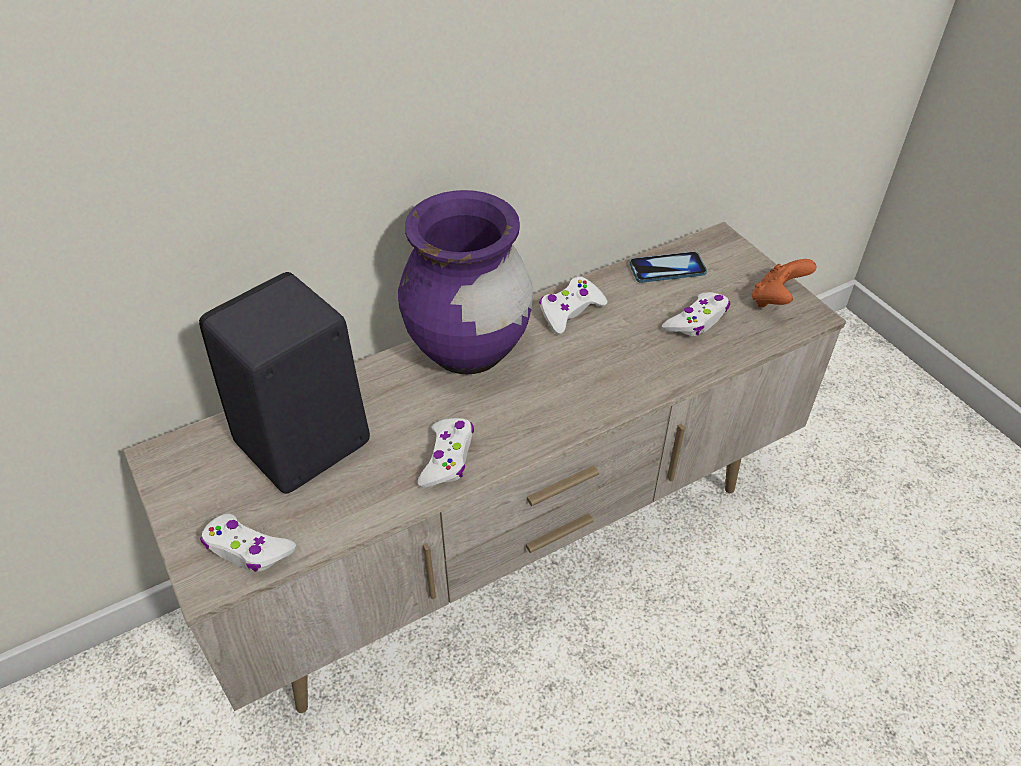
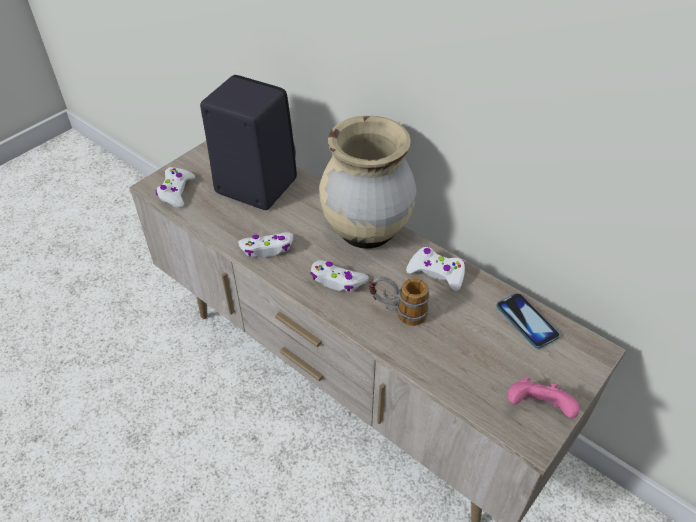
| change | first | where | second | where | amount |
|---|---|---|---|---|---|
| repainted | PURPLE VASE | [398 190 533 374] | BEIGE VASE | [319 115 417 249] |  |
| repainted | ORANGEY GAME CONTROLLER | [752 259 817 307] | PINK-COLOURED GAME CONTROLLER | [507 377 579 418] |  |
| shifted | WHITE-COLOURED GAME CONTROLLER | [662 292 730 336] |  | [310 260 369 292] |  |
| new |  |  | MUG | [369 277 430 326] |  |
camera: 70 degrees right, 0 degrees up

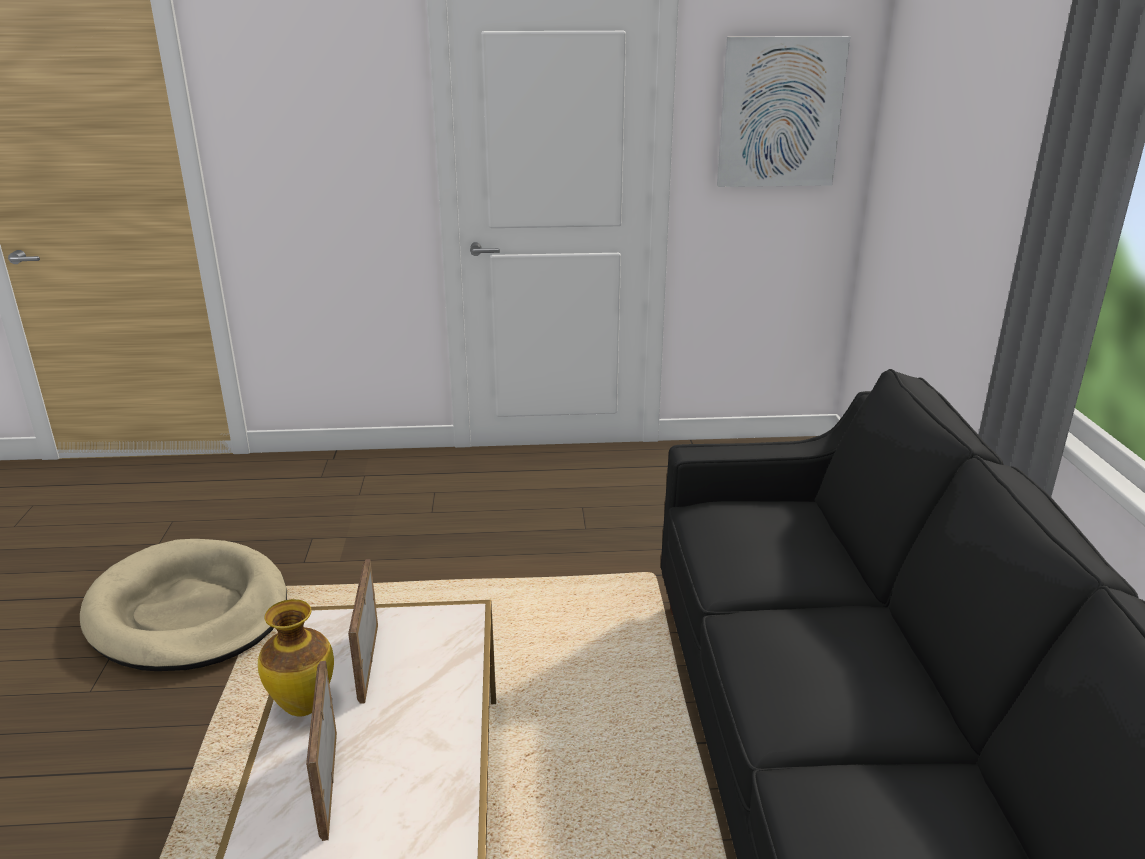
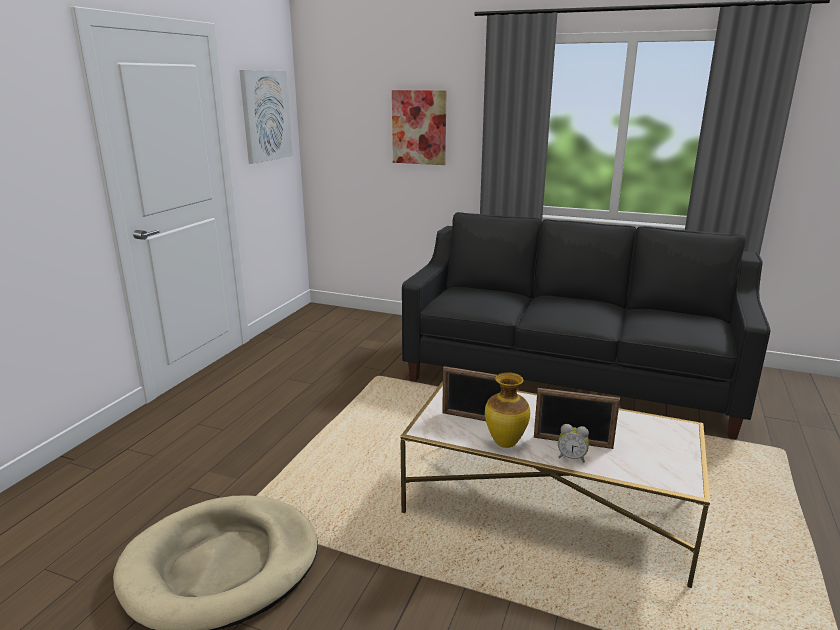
| change | first | where | second | where | amount |
|---|---|---|---|---|---|
| new |  |  | PICTURE | [392 90 447 165] |  |
| new |  |  | ALARM CLOCK | [558 424 589 463] |  |
camera: 65 degrees left, 5 degrees down

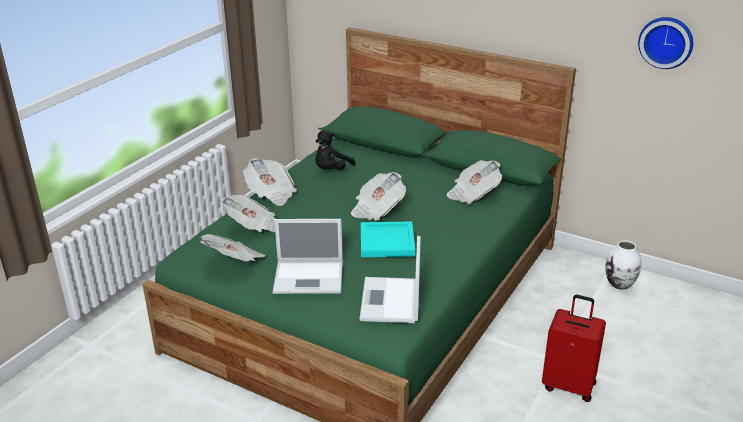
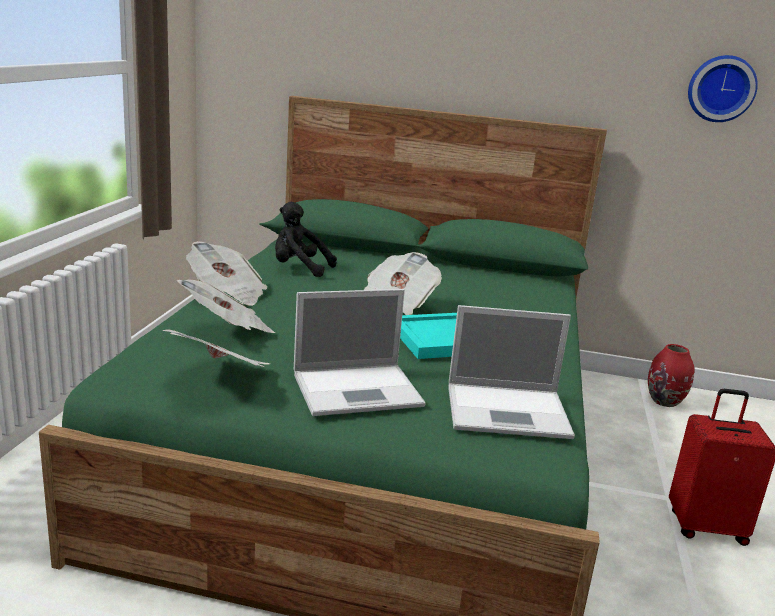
| change | first | where | second | where | amount |
|---|---|---|---|---|---|
| rotated | BLACK-COLOURED PLUSH TOY | [315 130 355 170] |  | [275 202 337 277] | 90 degrees clockwise |
| gone | PRINTED PAPER | [447 160 502 204] |  |  |  |
| rotated | PORTABLE COMPUTER | [359 236 421 323] |  | [448 305 575 439] | 75 degrees counterclockwise |
| repainted | WHITE-COLOURED VASE | [605 240 641 290] | RED VASE | [648 344 695 407] |  |
camera: 20 degrees left, 10 degrees down

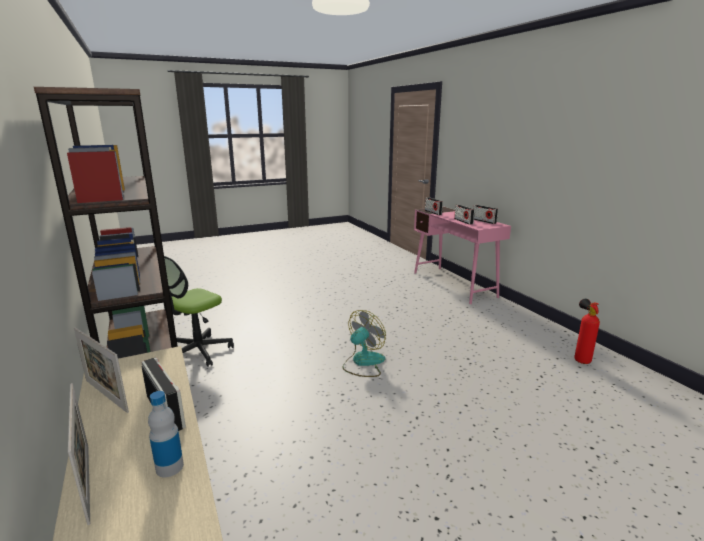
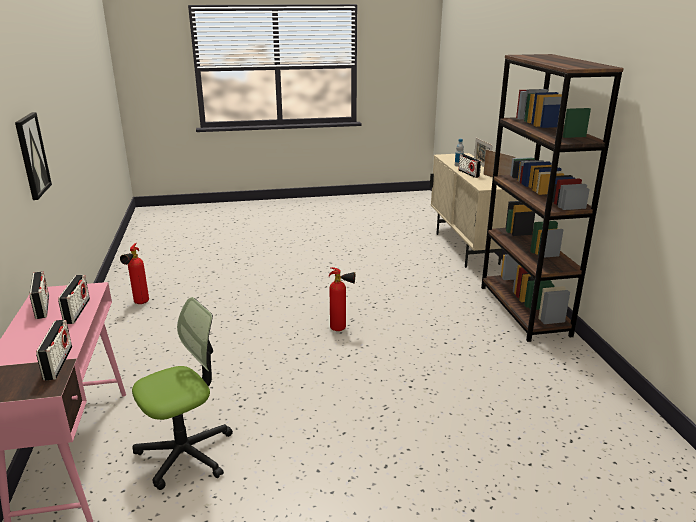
| change | first | where | second | where | amount |
|---|---|---|---|---|---|
| shifted | COMPUTER CHAIR | [164 256 234 367] |  | [132 297 233 490] |  |
| swapped | COOLING FAN | [342 310 386 377] | FIRE-FIGHTING CYLINDER | [329 267 355 331] |  |
| new |  |  | PICTURE | [15 112 52 200] |  |
camera: 165 degrees left, 5 degrees up

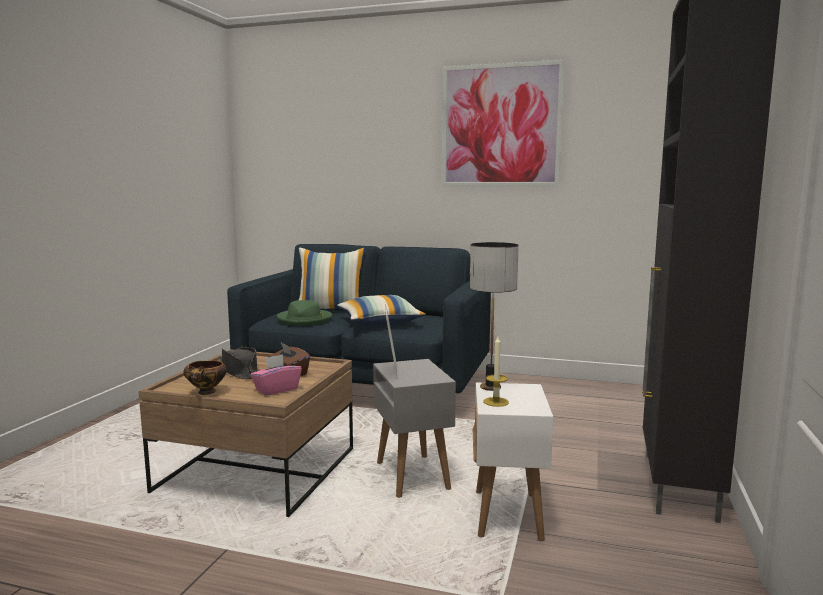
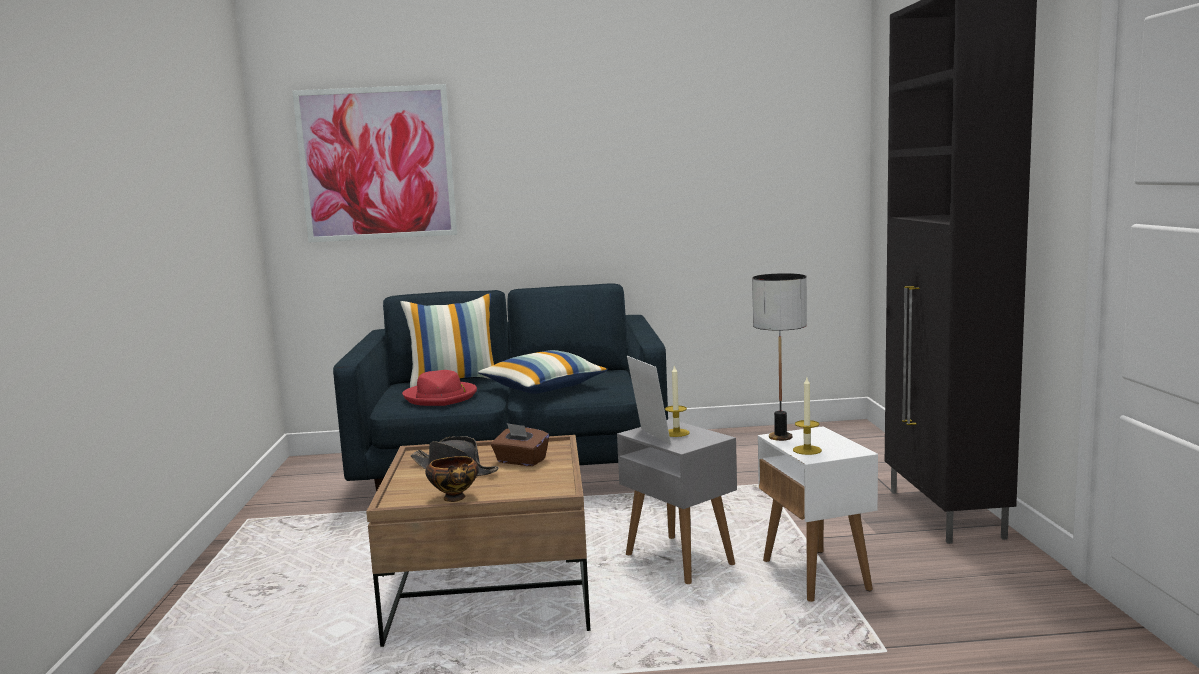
| change | first | where | second | where | amount |
|---|---|---|---|---|---|
| shifted | PICTURE | [442 60 565 186] |  | [292 84 457 242] |  |
| repainted | GREENISH WEARABLE HAT | [277 300 332 326] | RED WEARABLE HAT | [402 370 477 406] |  |
| gone | PINK-COLOURED TISSUE HOLDER | [251 354 302 396] |  |  |  |
| new |  |  | WAX LIGHT | [665 365 690 437] |  |
camera: 20 degrees left, 0 degrees up

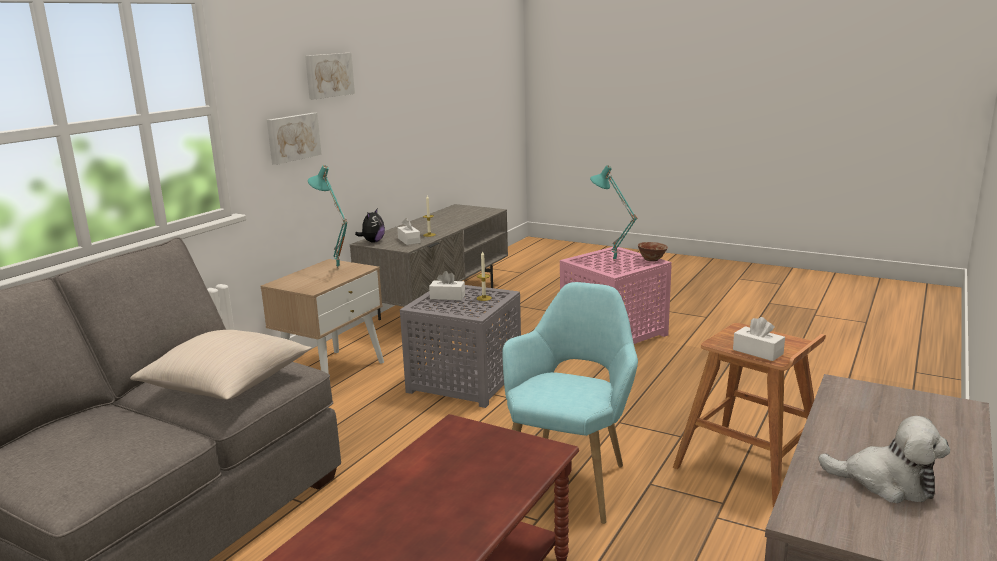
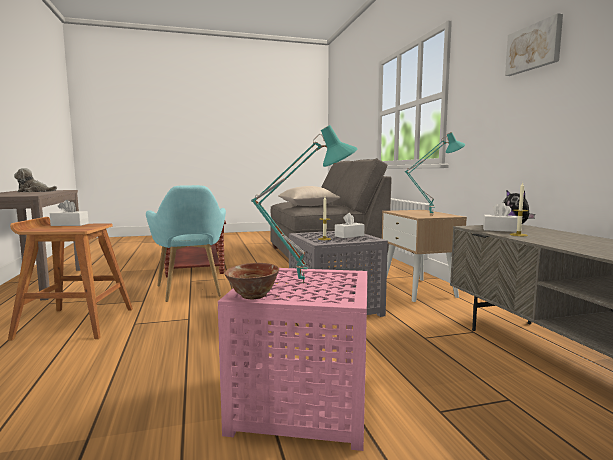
| change | first | where | second | where | amount |
|---|---|---|---|---|---|
| gone | PICTURE | [267 113 322 165] |  |  |  |
camera: 135 degrees right, 10 degrees down

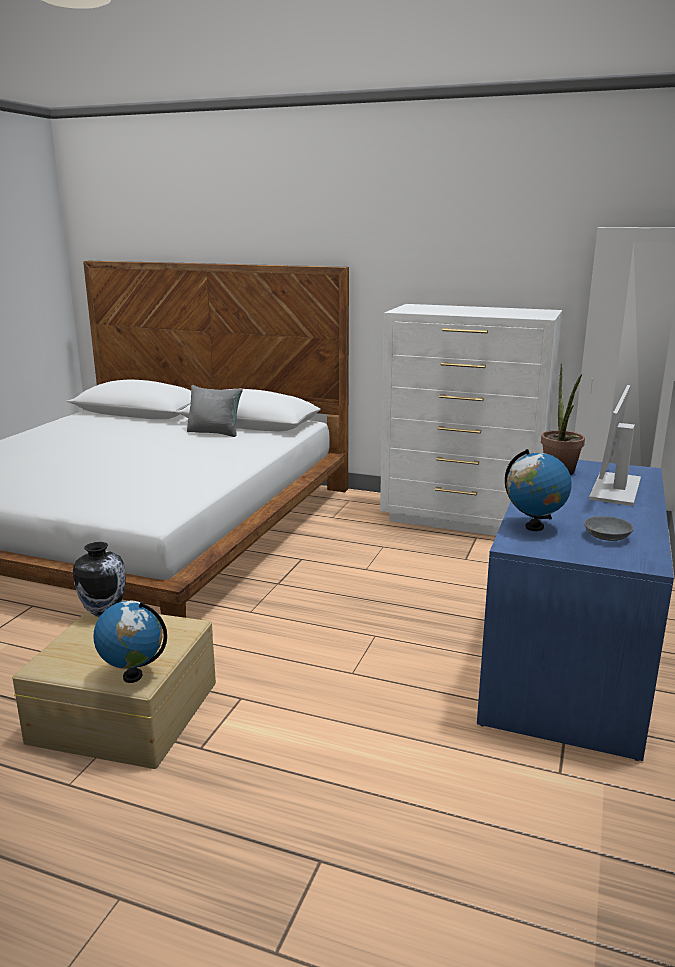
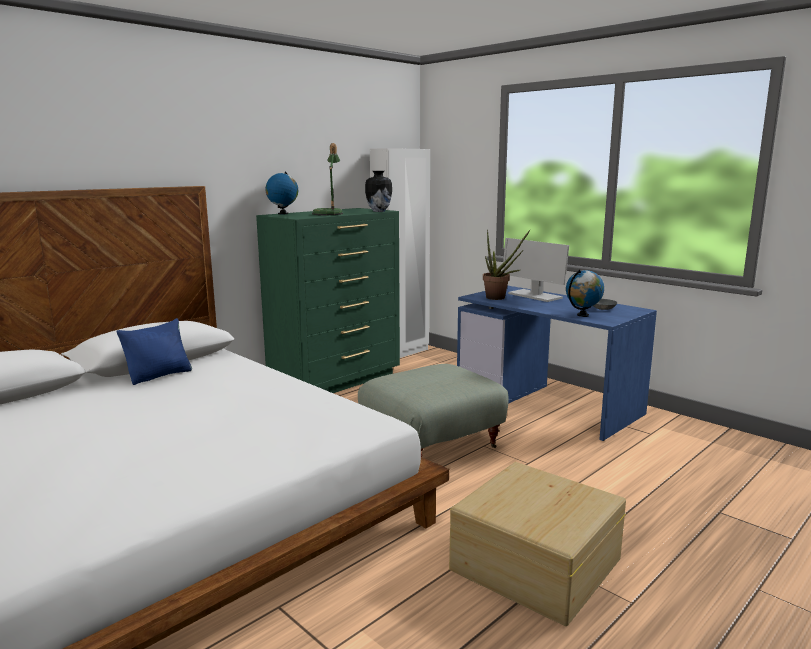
| change | first | where | second | where | amount |
|---|---|---|---|---|---|
| repainted | WHITE-COLOURED CHEST OF DRAWERS | [380 304 562 536] | GREENISH CHEST OF DRAWERS | [256 208 400 393] |  |
| repainted | GREY THROW PILLOW | [187 385 243 437] | BLUISH THROW PILLOW | [117 318 192 385] |  |
| shifted | VASE | [73 542 126 617] |  | [365 171 392 212] |  |
| shifted | GLOBE | [94 601 167 683] |  | [265 172 298 214] |  |
| new |  |  | TABLE LAMP | [312 143 343 215] |  |
| new |  |  | GREY POUFFE | [358 364 509 457] |  |
camera: 65 degrees left, 5 degrees down

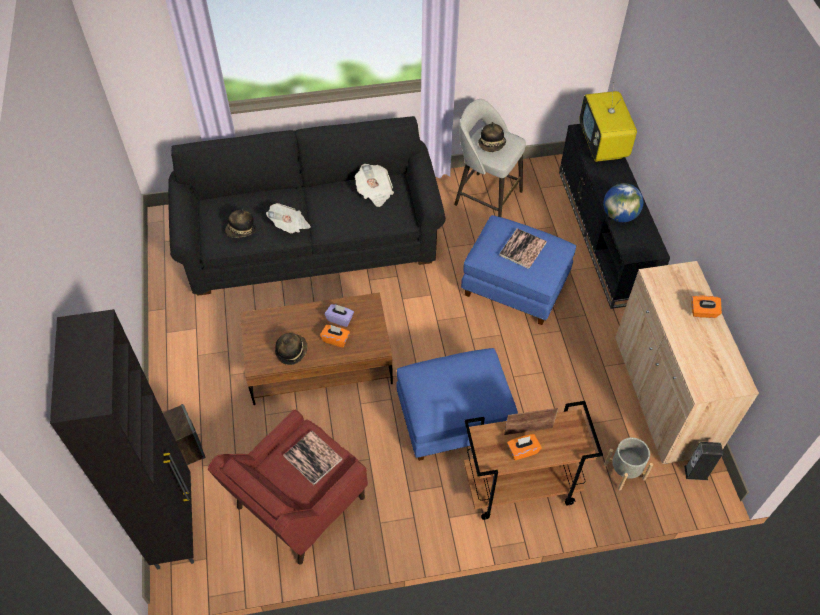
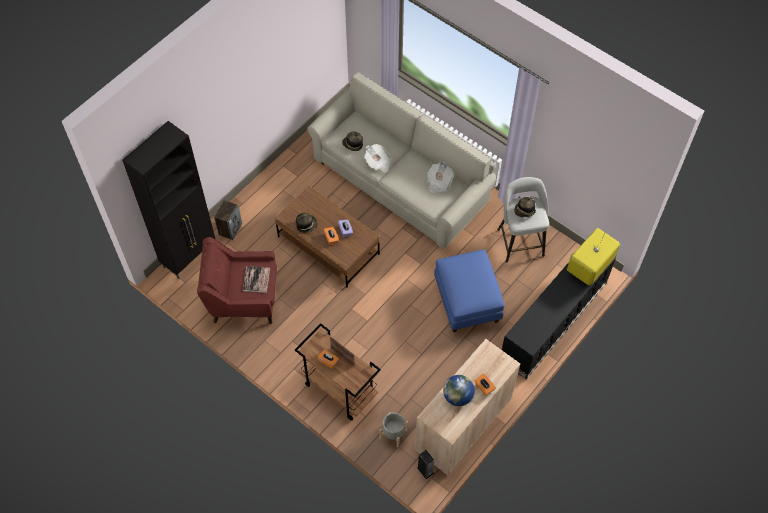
| change | first | where | second | where | amount |
|---|---|---|---|---|---|
| repainted | BLACK-COLOURED SOFA | [168 116 446 296] | BEIGE SOFA | [307 72 496 249] |  |
| shifted | GLOBE | [604 183 643 222] |  | [443 375 475 406] |  |
| gone | BOUND BOOK | [499 228 547 269] |  |  |  |
| gone | BLUISH POUFFE | [396 348 518 461] |  |  |  |
camera: 50 degrees right, 5 degrees up

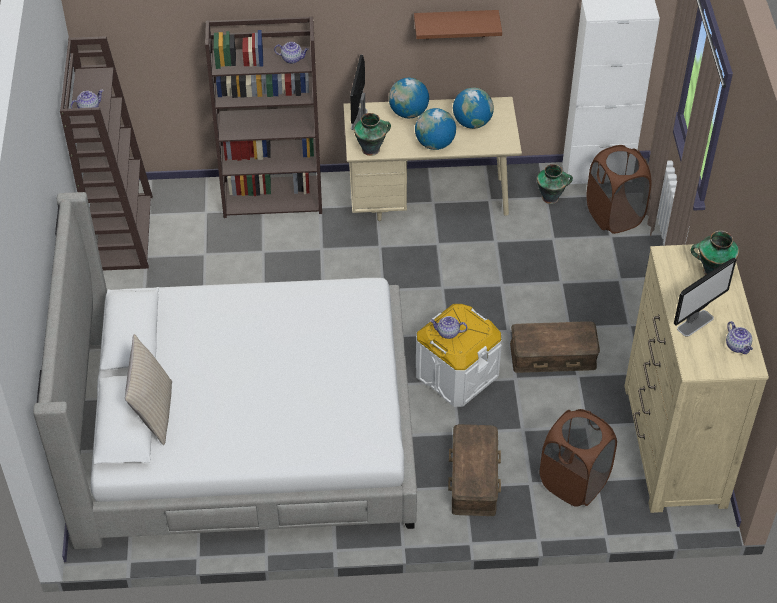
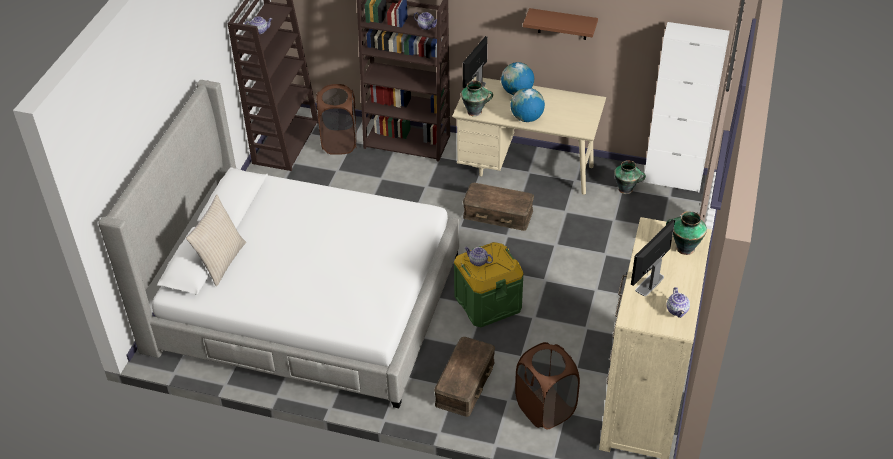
| change | first | where | second | where | amount |
|---|---|---|---|---|---|
| gone | GLOBE | [453 88 494 129] |  |  |  |
| shifted | BROWNISH LAUNDRY BASKET | [586 145 652 234] |  | [316 84 356 155] |  |
| rotated | COMPUTER SCREEN | [674 258 737 337] |  | [631 219 675 296] | 150 degrees clockwise |
| repainted | WHITE-COLOURED STORAGE CONTAINER | [416 304 502 407] | GREENISH STORAGE CONTAINER | [454 242 524 327] |  |
| shifted | BROWNISH STORAGE CONTAINER | [510 321 600 373] |  | [463 183 534 231] |  |
camera: 20 degrees right, 5 degrees down

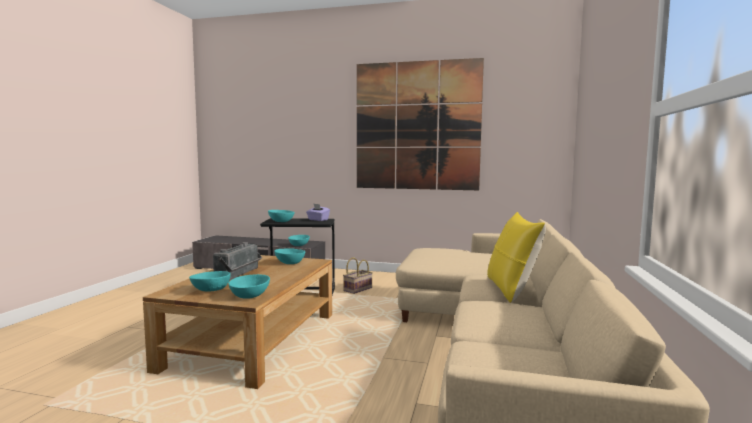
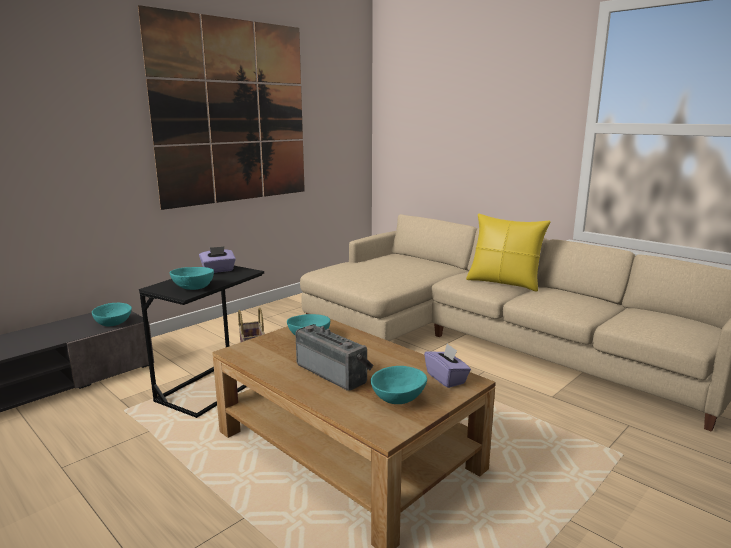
| change | first | where | second | where | amount |
|---|---|---|---|---|---|
| swapped | TURQUOISE SERVING BOWL | [228 274 270 299] | PURPLE TISSUE HOLDER | [424 343 471 388] |  |
camera: 60 degrees left, 10 degrees up

